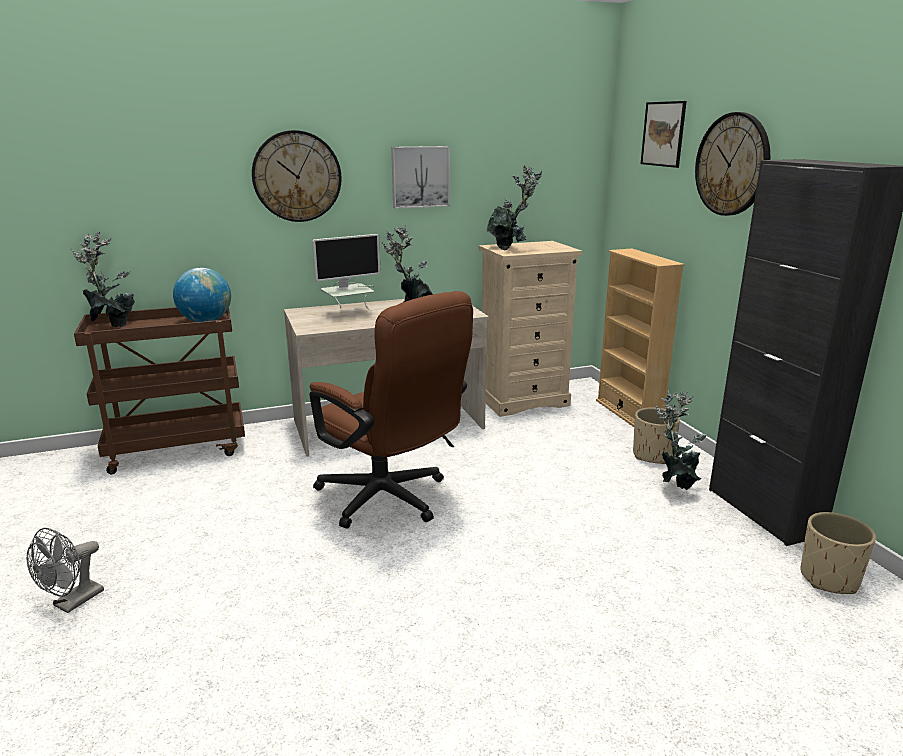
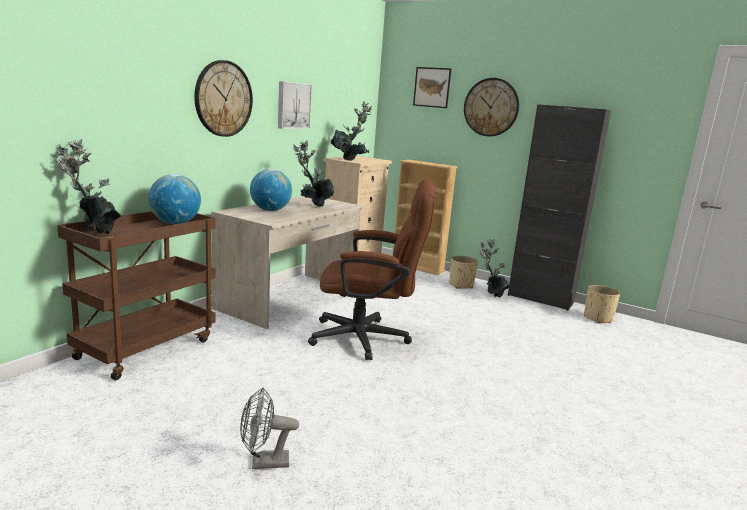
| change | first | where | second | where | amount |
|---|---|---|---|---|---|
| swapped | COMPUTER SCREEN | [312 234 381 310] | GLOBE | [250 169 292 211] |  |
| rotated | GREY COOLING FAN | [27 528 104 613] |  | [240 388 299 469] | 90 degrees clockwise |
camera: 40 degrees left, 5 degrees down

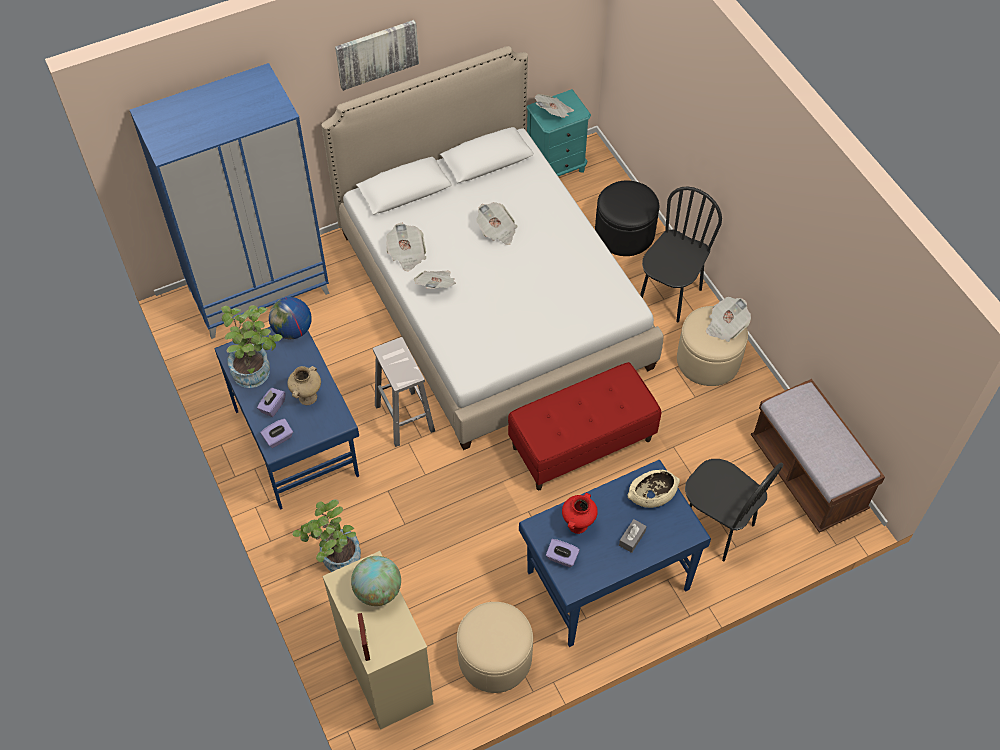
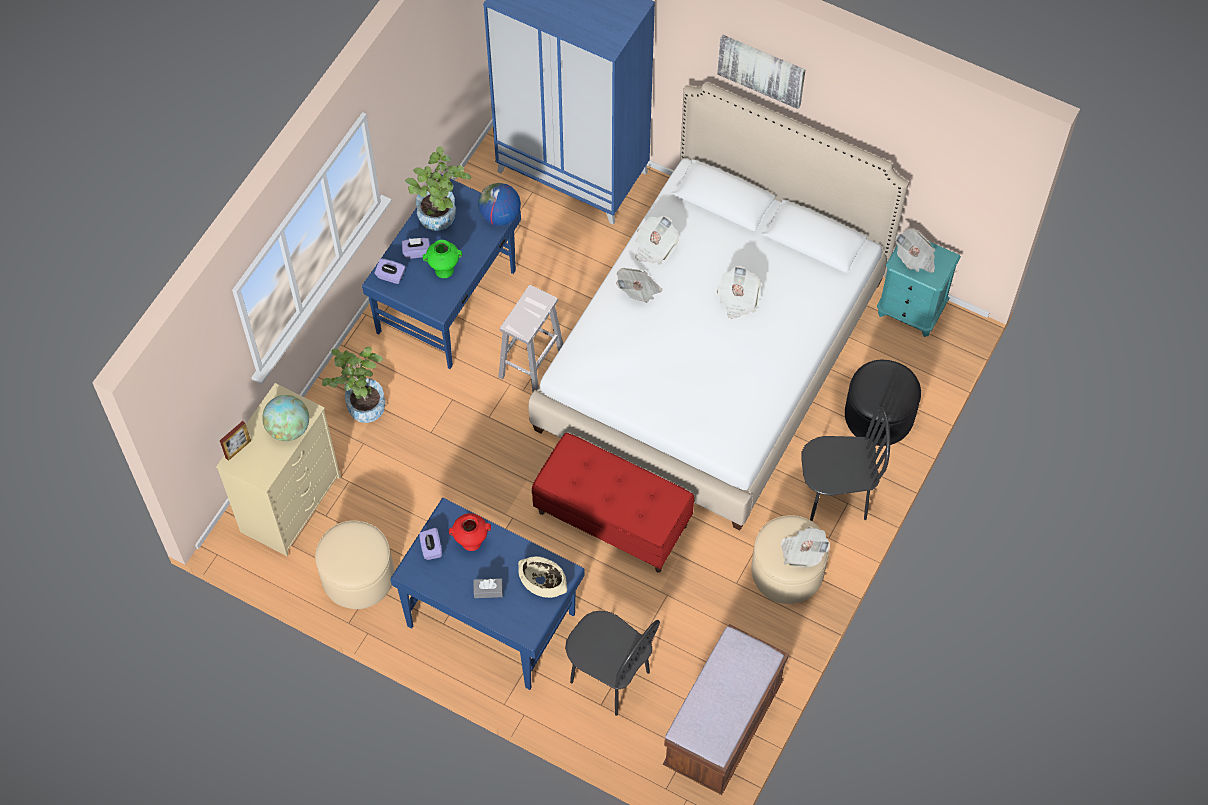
| change | first | where | second | where | amount |
|---|---|---|---|---|---|
| repainted | BEIGE VASE | [287 366 321 405] | GREENISH VASE | [423 240 462 278] |  |
| rotated | BLACK-COLOURED CHAIR | [685 459 783 561] |  | [565 611 660 716] | 60 degrees counterclockwise |
camera: 55 degrees right, 5 degrees up

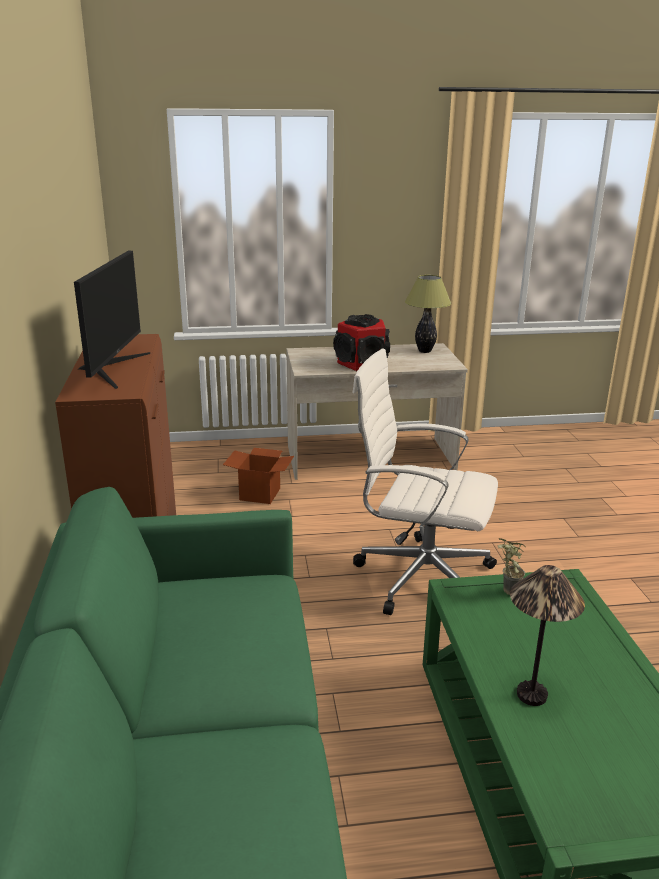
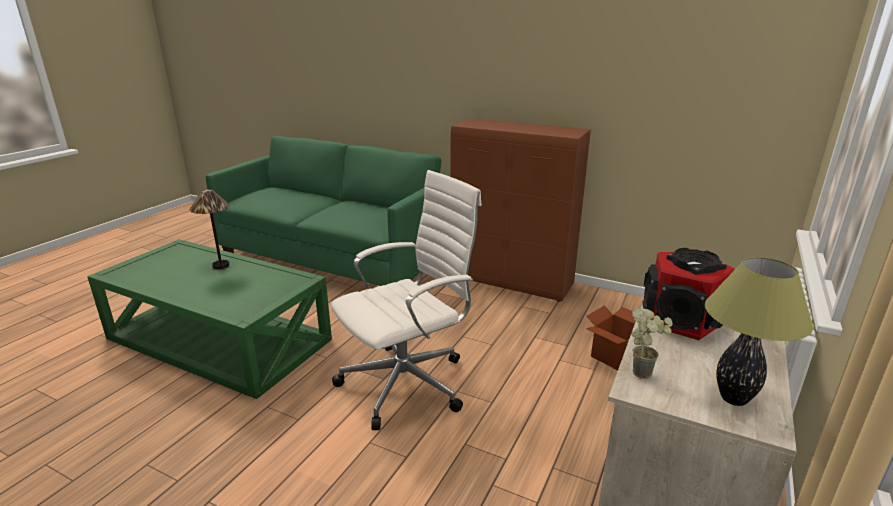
| change | first | where | second | where | amount |
|---|---|---|---|---|---|
| gone | COMPUTER SCREEN | [74 251 150 389] |  |  |  |
| shifted | PLANT IN A POT | [497 538 526 595] |  | [631 308 673 379] |  |
camera: 125 degrees right, 0 degrees up

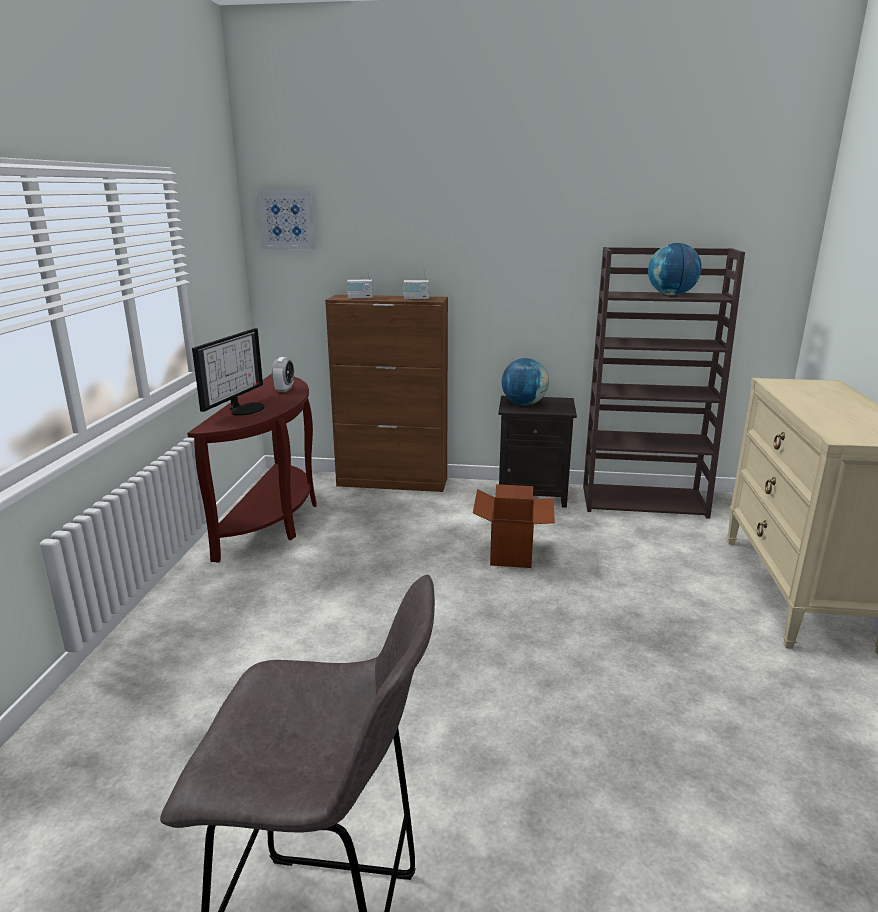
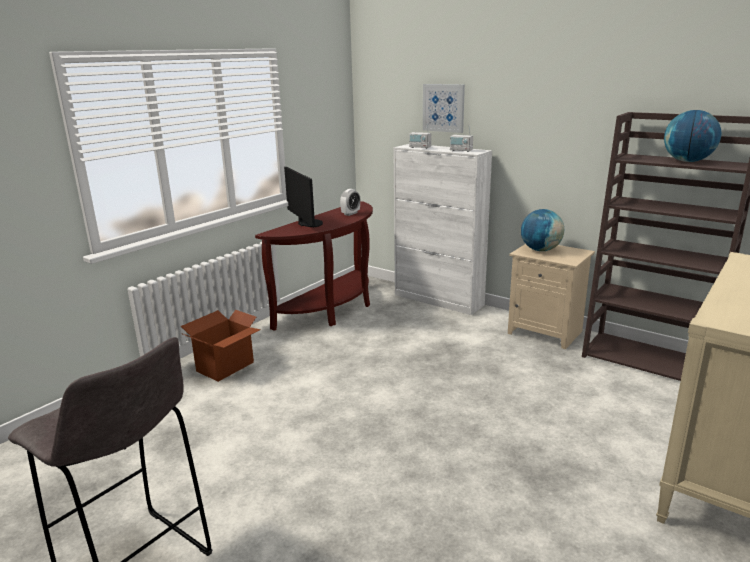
| change | first | where | second | where | amount |
|---|---|---|---|---|---|
| shifted | PICTURE | [257 190 316 249] |  | [423 84 465 133] |  |
| repainted | BROWNISH CUPBOARD | [325 295 448 492] | WHITE-COLOURED CUPBOARD | [393 144 492 315] |  |
| rotated | COMPUTER SCREEN | [192 328 265 416] |  | [284 167 323 227] | 75 degrees counterclockwise |
| repainted | BLACK-COLOURED BEDSIDE TABLE | [498 395 577 508] | BEIGE BEDSIDE TABLE | [508 244 595 349] |  |
| shifted | CARDBOARD BOX | [473 484 555 568] |  | [181 310 261 382] |  |
camera: 30 degrees right, 0 degrees up

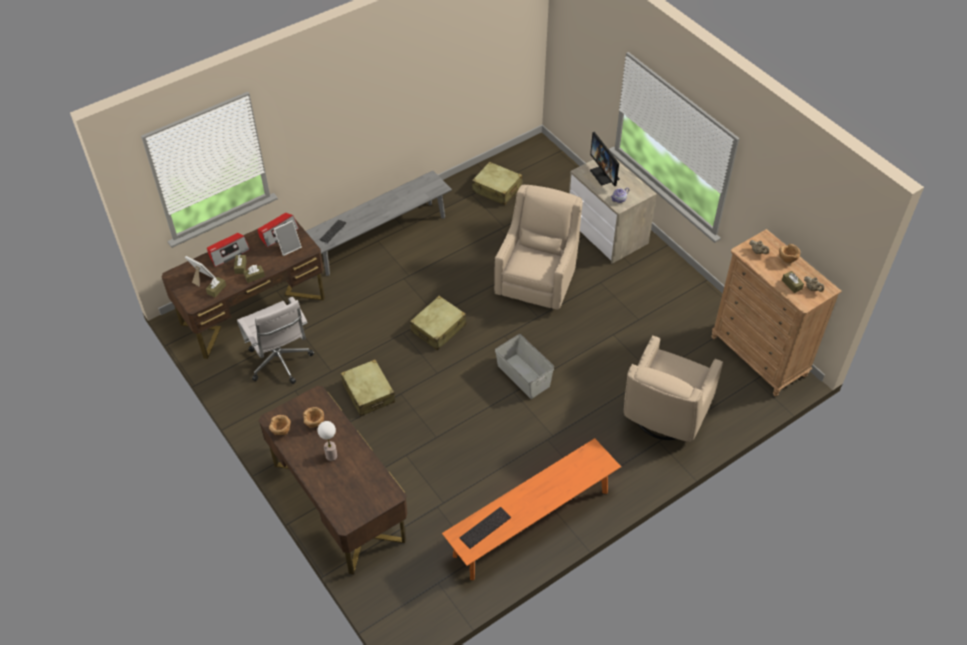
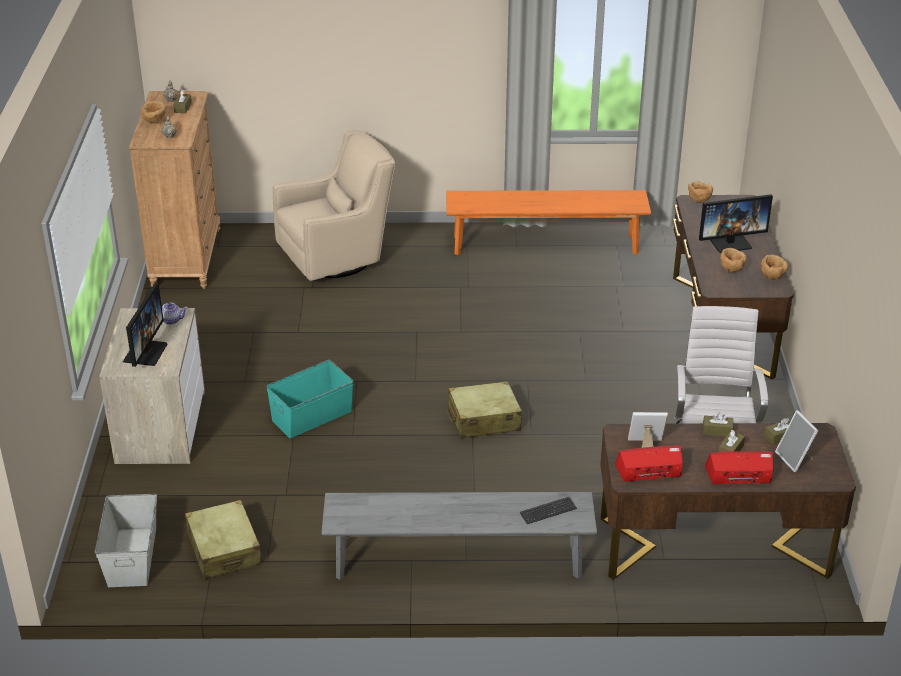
| change | first | where | second | where | amount |
|---|---|---|---|---|---|
| swapped | BEIGE ARMCHAIR | [494 185 583 310] | TURQUOISE STORAGE CONTAINER | [266 360 354 438] |  |
| shifted | GREY STORAGE CONTAINER | [495 334 554 399] |  | [95 494 157 587] |  |
| gone | BEIGE SUITCASE | [341 359 395 417] |  |  |  |
| swapped | TABLE LAMP | [318 421 337 461] | COMPUTER SCREEN | [699 194 773 253] |  |
| gone | PC KEYBOARD | [460 507 511 549] |  |  |  |
| new |  |  | BROWNISH SERVING BOWL | [688 181 713 203] |  |
camera: 145 degrees left, 15 degrees down

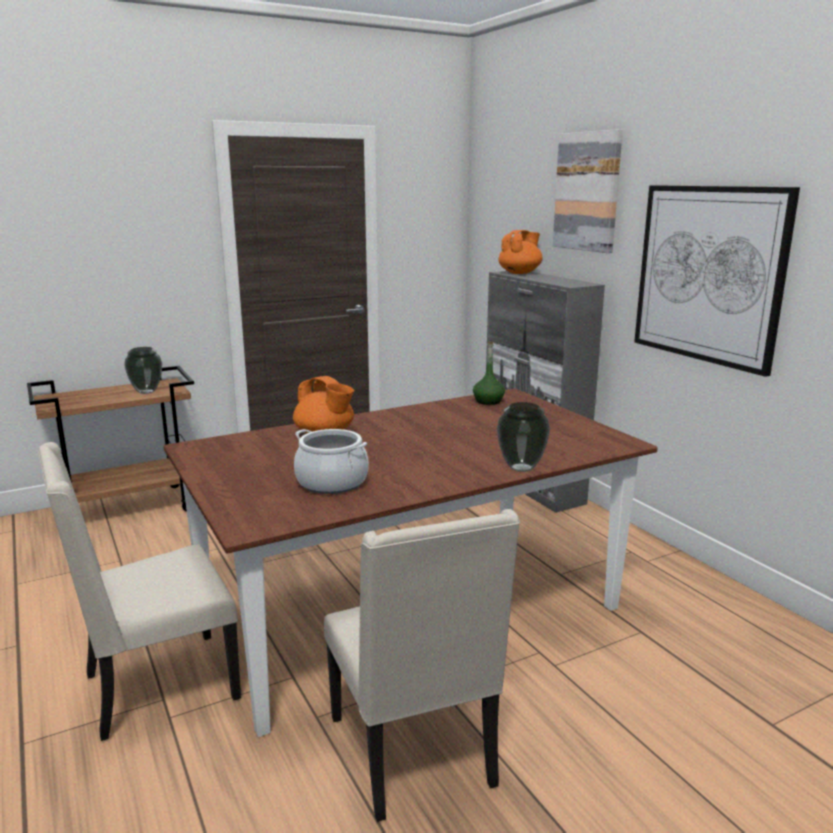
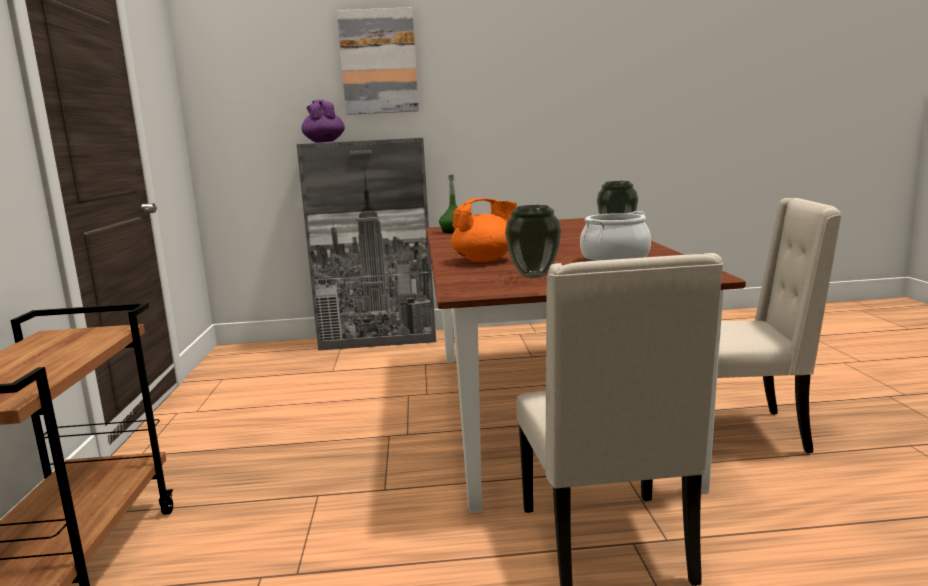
| change | first | where | second | where | amount |
|---|---|---|---|---|---|
| gone | PICTURE | [634 185 800 377] |  |  |  |
| repainted | ORANGEY TEA POT | [498 230 543 274] | PURPLE TEA POT | [301 100 345 143] |  |
| shifted | VASE | [124 347 162 394] |  | [505 205 561 278] |  |
camera: 65 degrees left, 5 degrees down

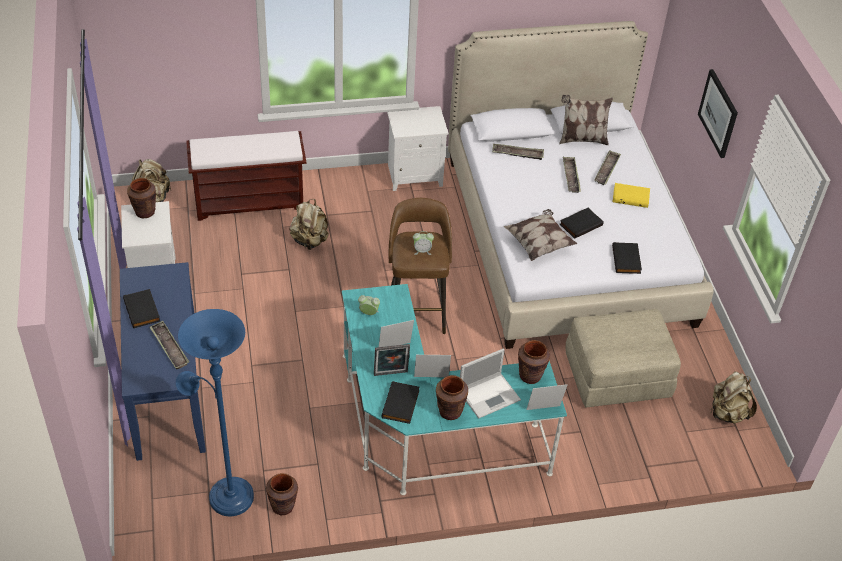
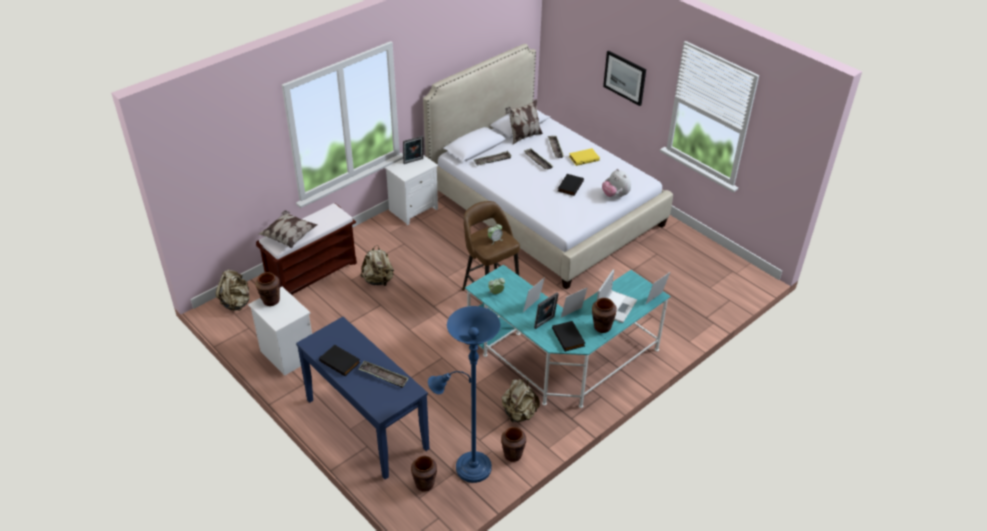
| change | first | where | second | where | amount |
|---|---|---|---|---|---|
| shifted | THROW PILLOW | [503 209 578 261] |  | [259 211 318 248] |  |
| swapped | BLACK-COLOURED BOUND BOOK | [612 242 642 274] | PLUSH TOY | [602 169 631 197] |  |
| gone | BEIGE POUFFE | [566 309 681 408] |  |  |  |
| shifted | BROWNISH VASE | [518 340 550 384] |  | [411 456 437 492] |  |
| shifted | BEIGE RUCKSACK | [711 371 757 424] |  | [502 379 540 423] |  |
| new |  |  | PHOTO FRAME | [403 136 423 164] |  |
camera: 30 degrees left, 5 degrees down

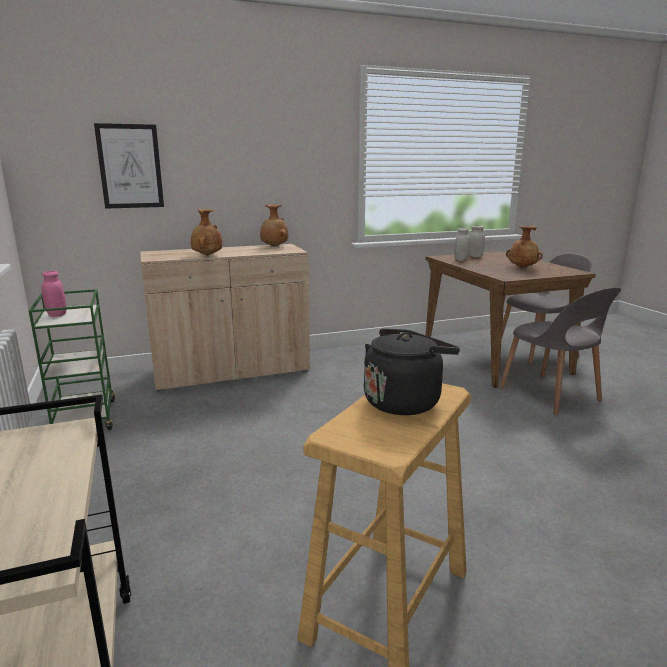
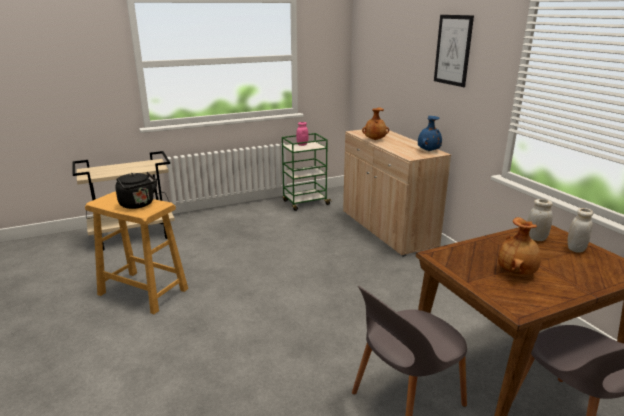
| change | first | where | second | where | amount |
|---|---|---|---|---|---|
| shifted | PICTURE | [94 123 164 209] |  | [434 15 474 87] |  |
| repainted | BROWNISH VASE | [260 205 288 247] | BLUISH VASE | [418 116 442 151] |  |
camera: 85 degrees right, 5 degrees up

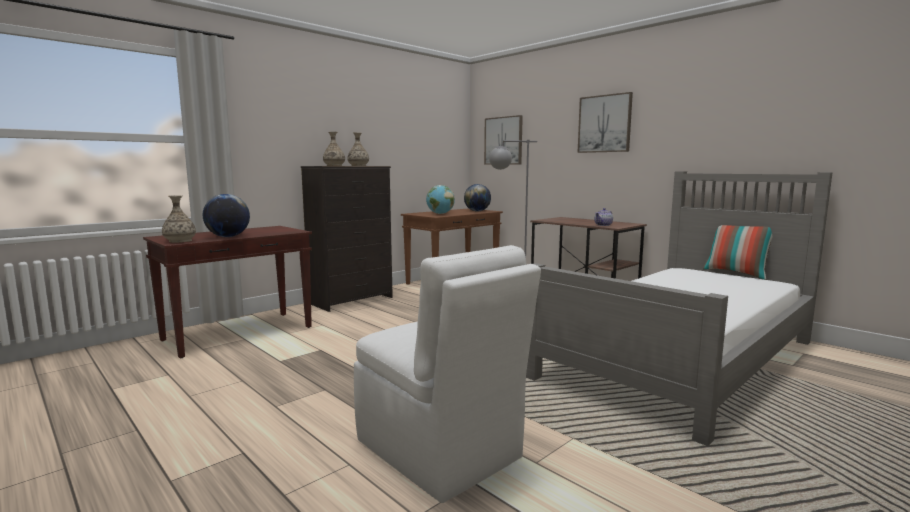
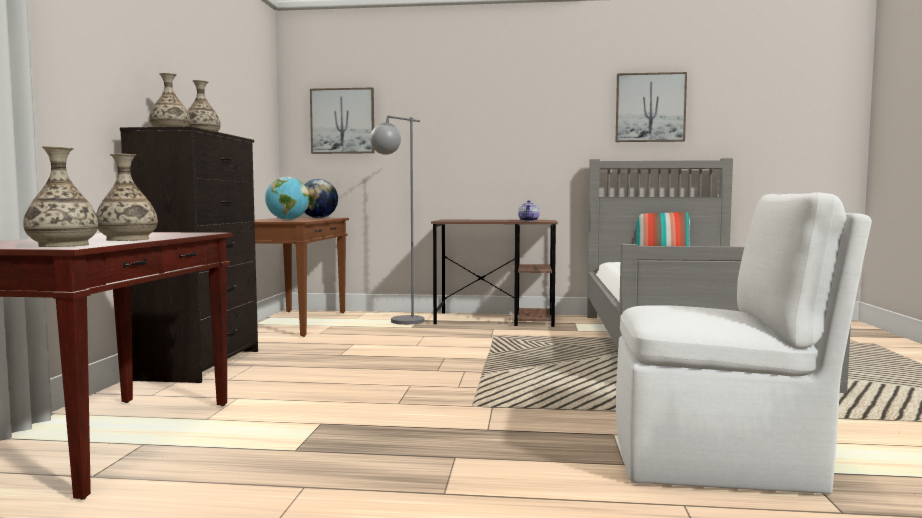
| change | first | where | second | where | amount |
|---|---|---|---|---|---|
| shifted | PICTURE | [577 92 633 153] |  | [616 72 687 142] |  |
| swapped | GLOBE | [203 194 250 237] | VASE | [96 154 158 241] |  |
camera: 40 degrees left, 5 degrees down

